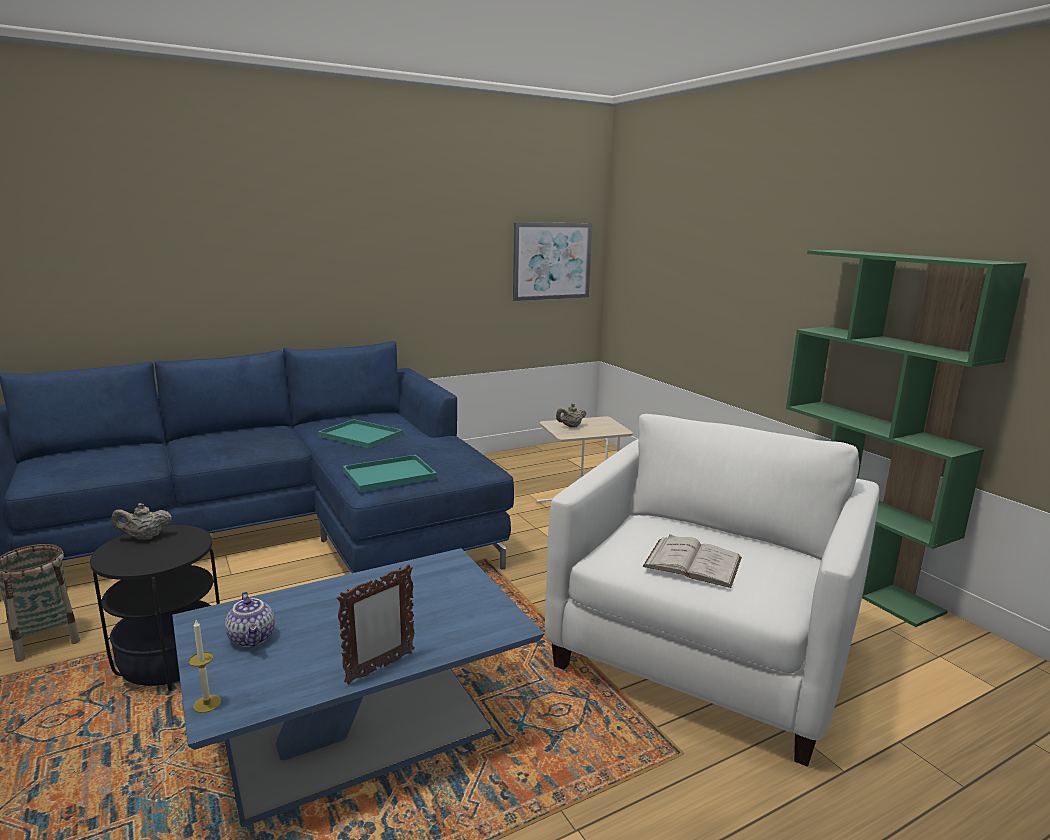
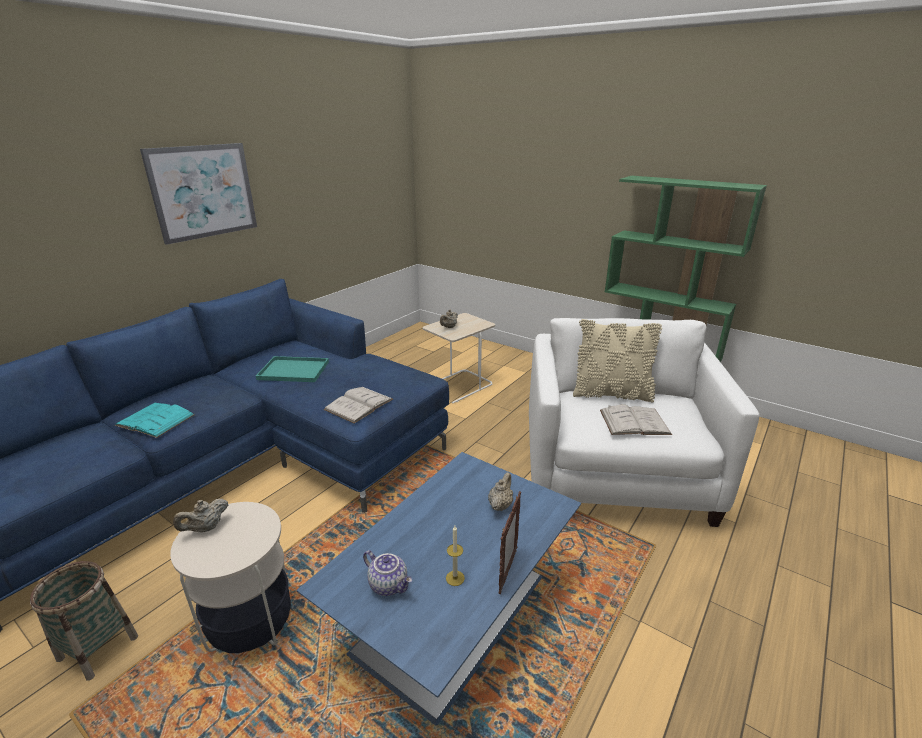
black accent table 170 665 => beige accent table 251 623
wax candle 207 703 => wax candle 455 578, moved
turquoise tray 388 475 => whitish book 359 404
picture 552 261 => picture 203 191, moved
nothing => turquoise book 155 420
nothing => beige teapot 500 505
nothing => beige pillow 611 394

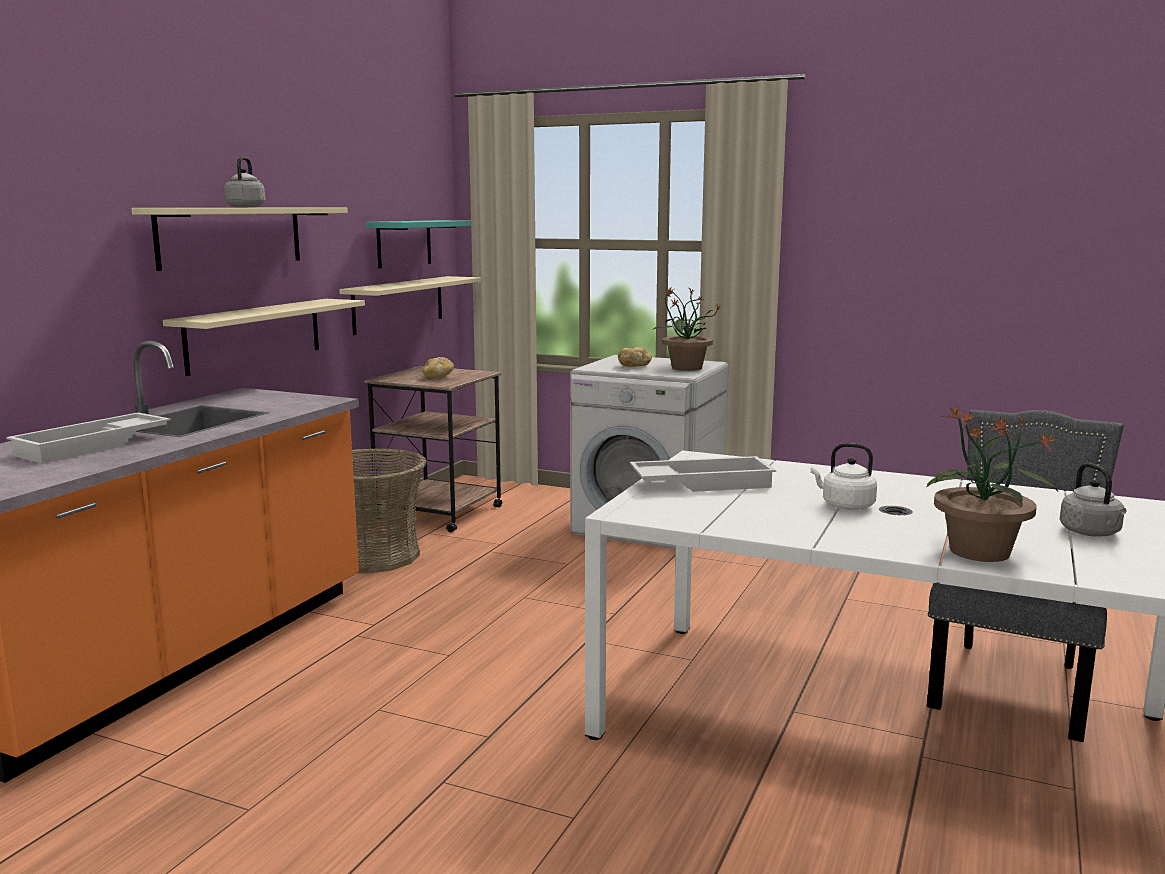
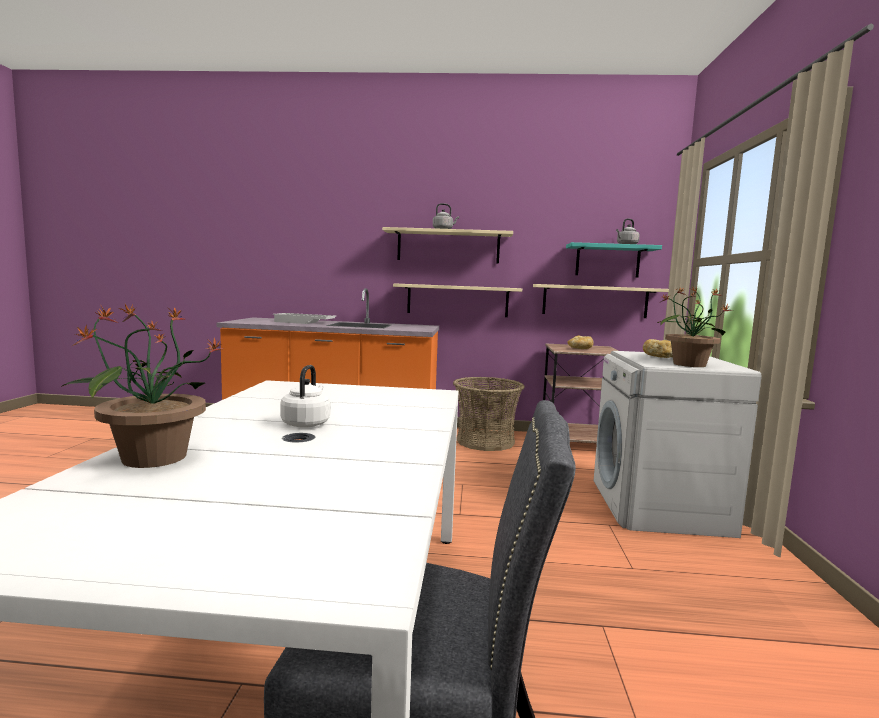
whitish tray 702 483 => nothing
grey tea kettle 1092 533 => grey tea kettle 626 244, moved

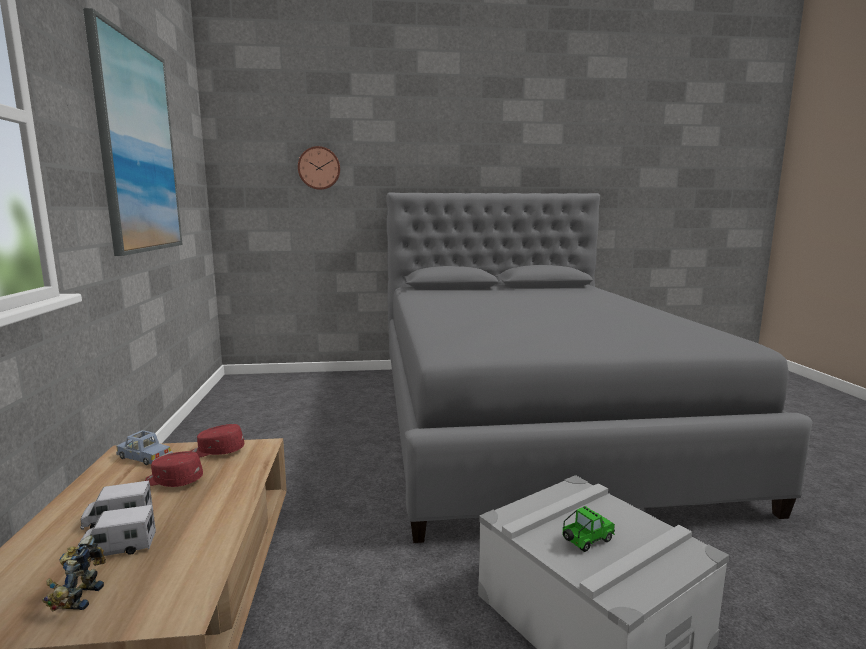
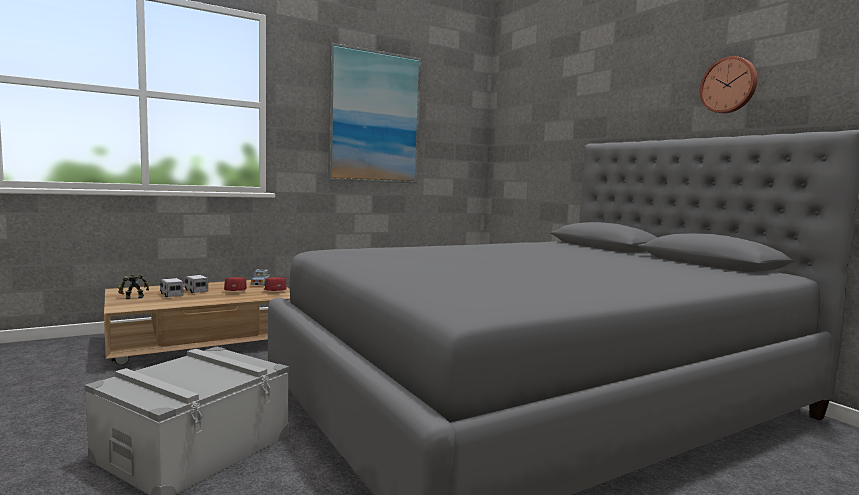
hanging clock 319 168 => hanging clock 729 85, moved
model car 586 541 => nothing

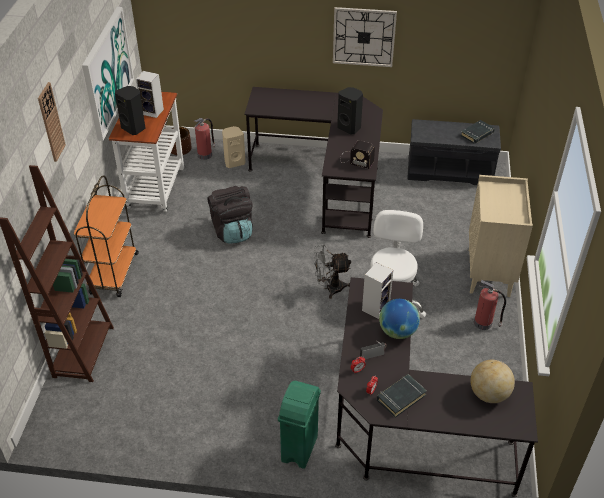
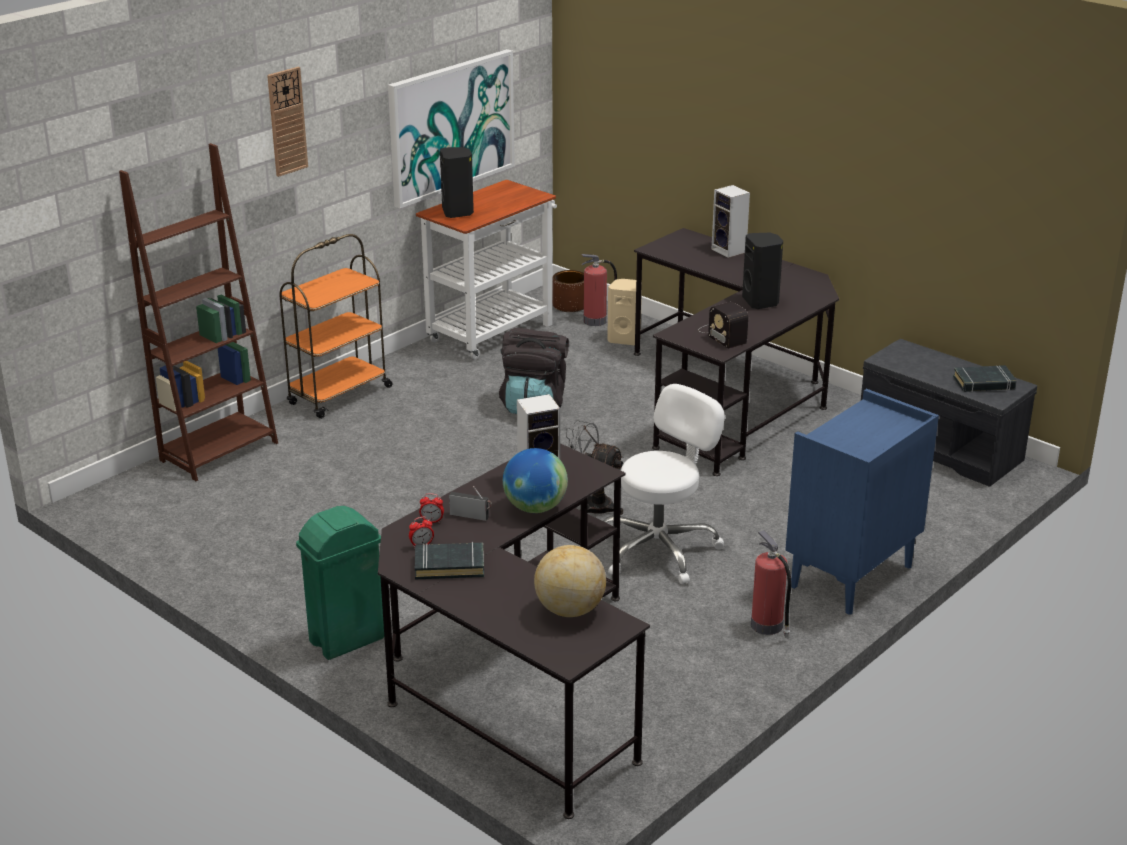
loudspeaker 153 112 => loudspeaker 730 251, moved
hanging clock 364 37 => nothing
beige cupboard 488 273 => bluish cupboard 851 577

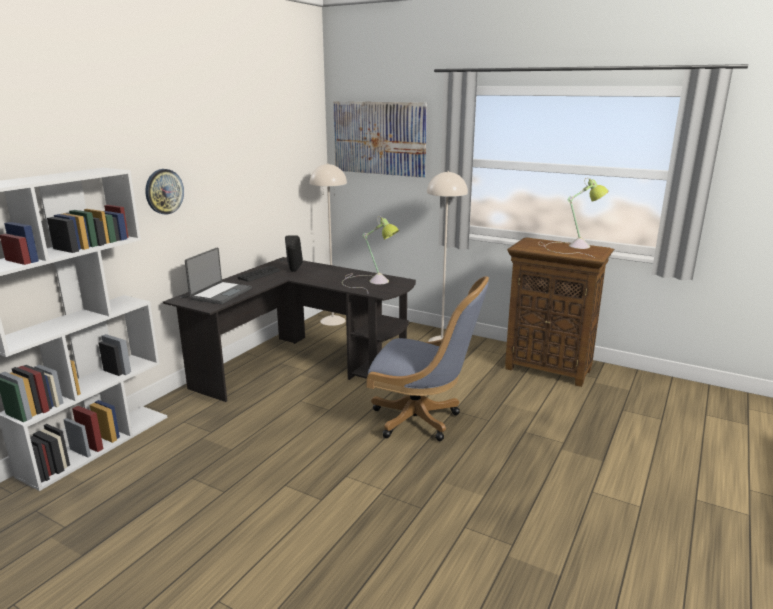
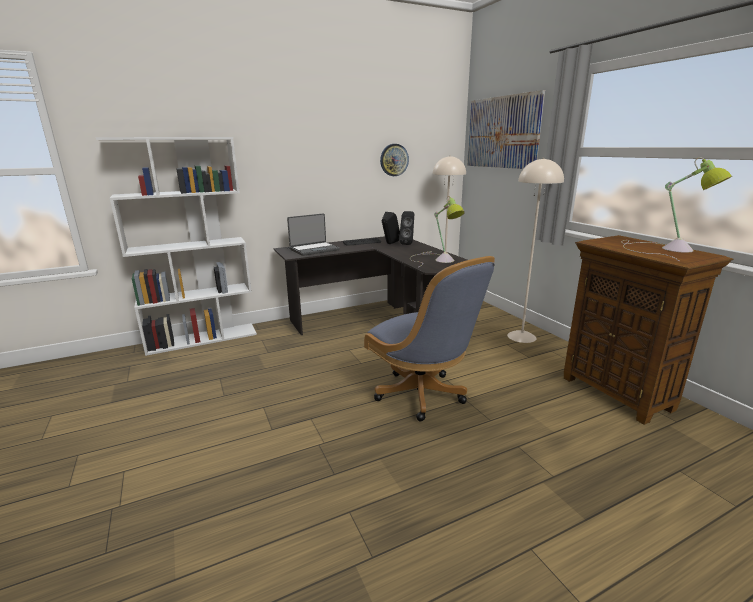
hanging clock 164 191 => hanging clock 394 160, moved
nothing => black loudspeaker 407 244

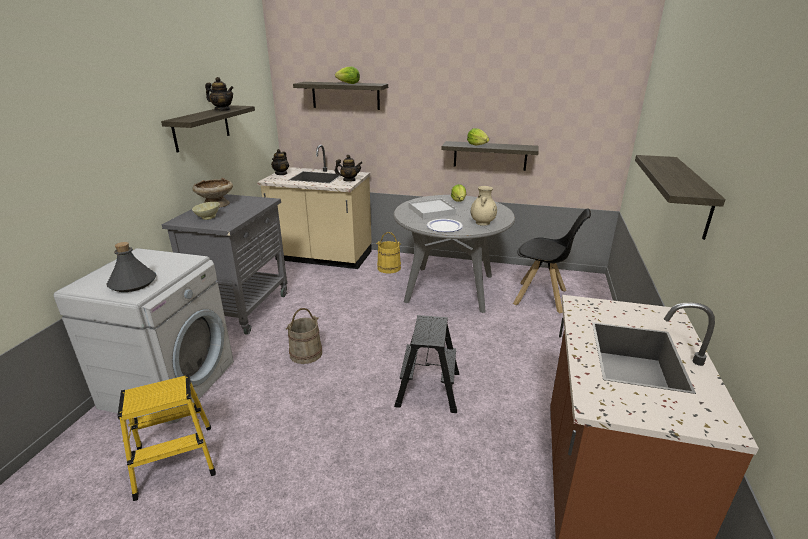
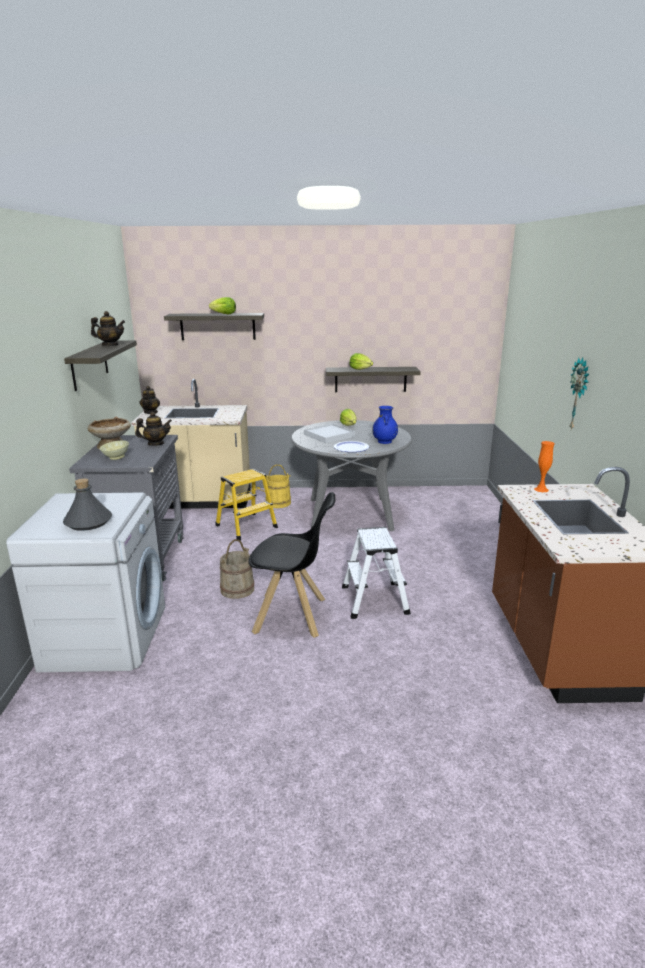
yellowish step stool 175 459 => yellowish step stool 246 526, moved
teapot 349 180 => teapot 155 444, moved
black step stool 428 389 => whitish step stool 374 600
beige vase 482 223 => bluish vase 384 442
black upright chair 542 297 => black upright chair 292 615, moved
shelf 691 196 => hanging clock 579 394
nothing => orange-coloured vase 541 489

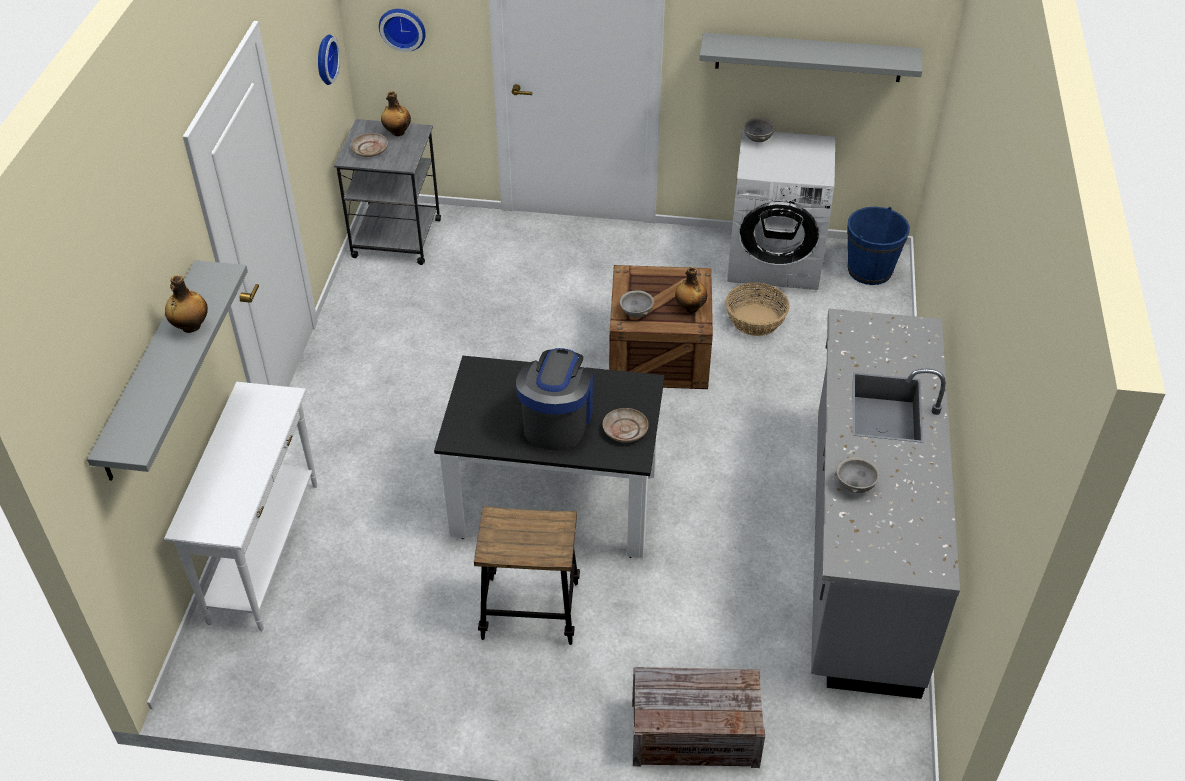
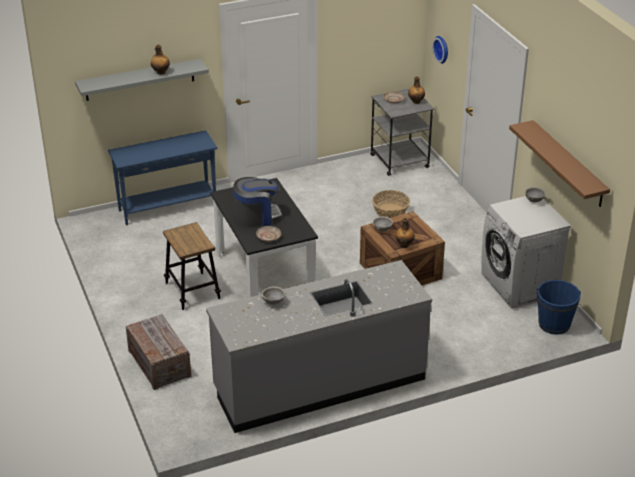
whitish hall table 263 550 => bluish hall table 168 207
hanging clock 324 59 => nothing
grey shelf 808 57 => brown shelf 568 164
household basket 755 319 => household basket 390 211, moved

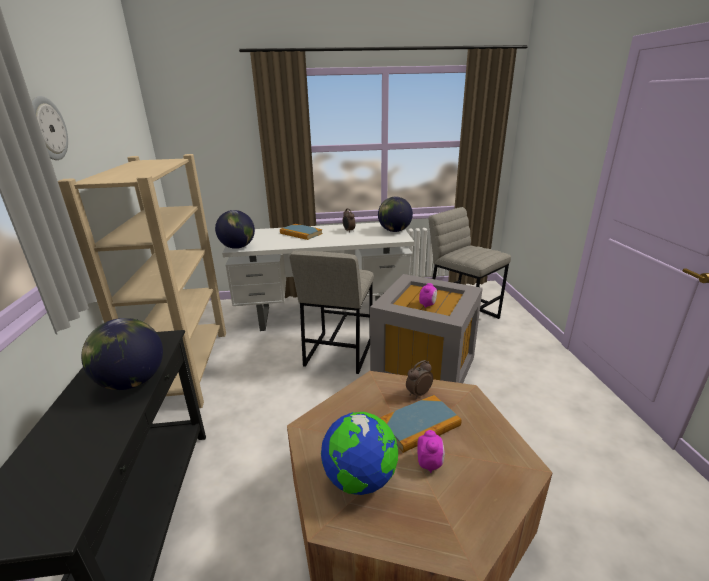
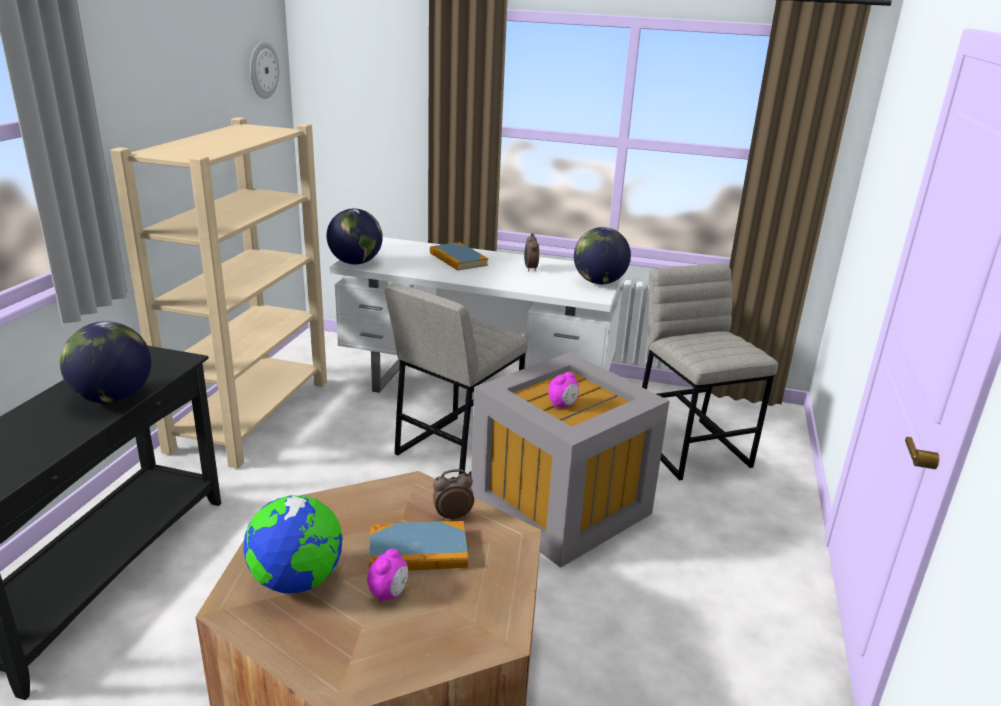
hanging clock 47 129 => hanging clock 263 70, moved

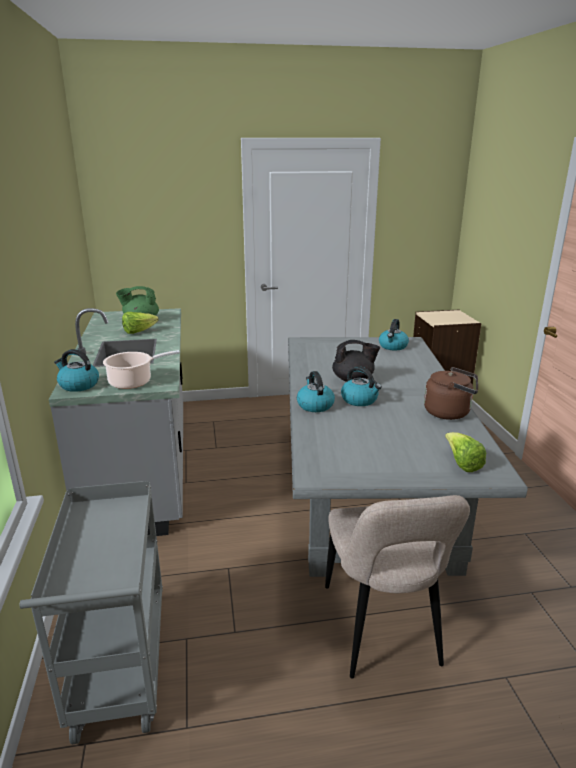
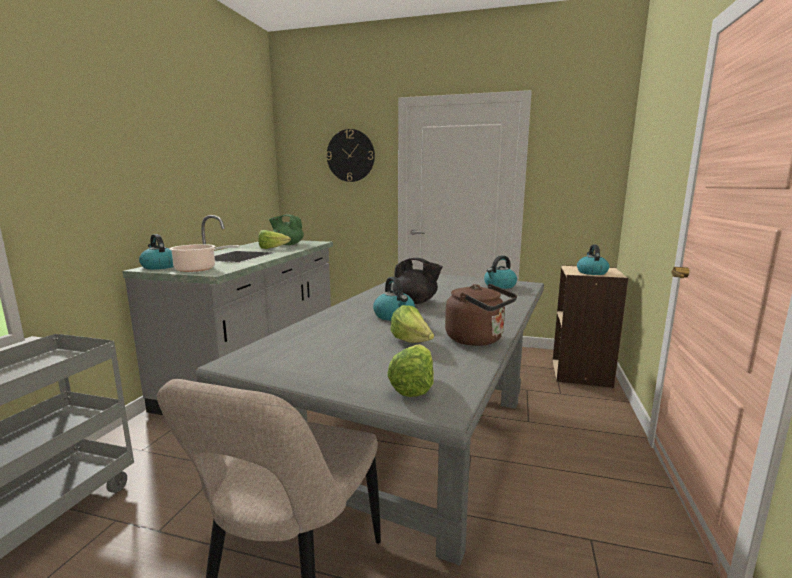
tea kettle 314 405 => tea kettle 591 272, moved
nothing => hanging clock 350 155
nothing => head of lettuce 412 342

